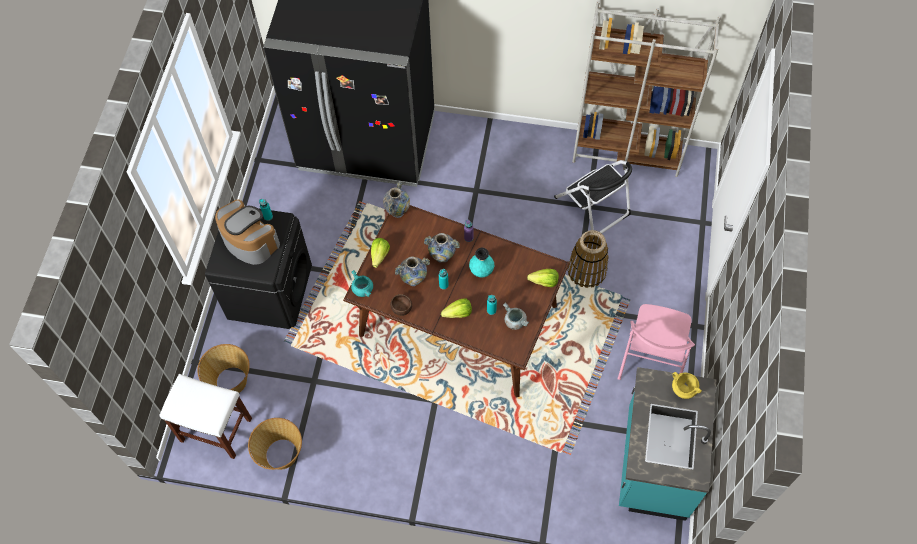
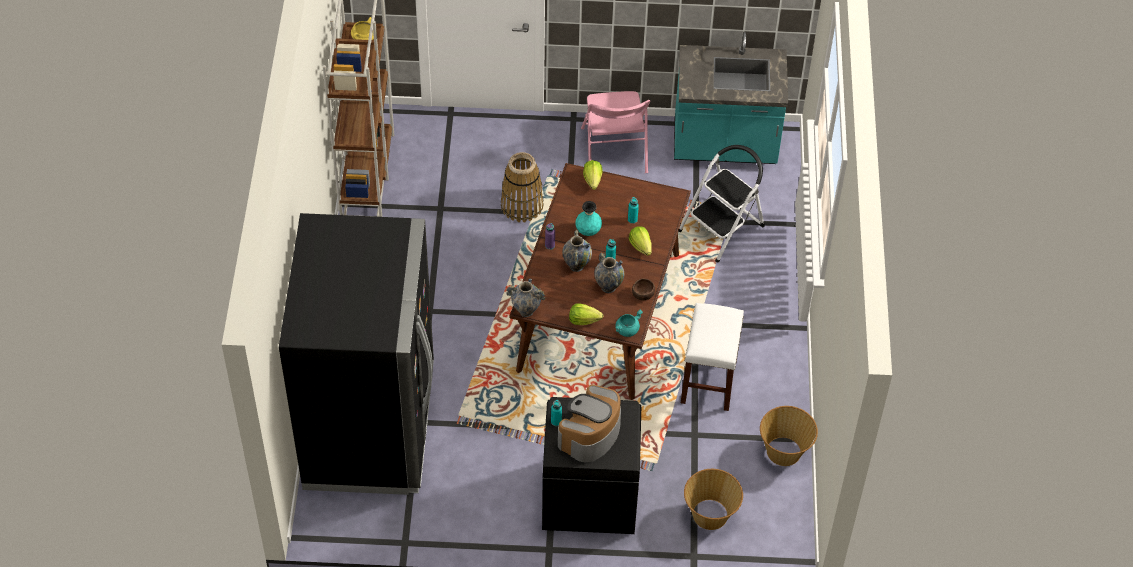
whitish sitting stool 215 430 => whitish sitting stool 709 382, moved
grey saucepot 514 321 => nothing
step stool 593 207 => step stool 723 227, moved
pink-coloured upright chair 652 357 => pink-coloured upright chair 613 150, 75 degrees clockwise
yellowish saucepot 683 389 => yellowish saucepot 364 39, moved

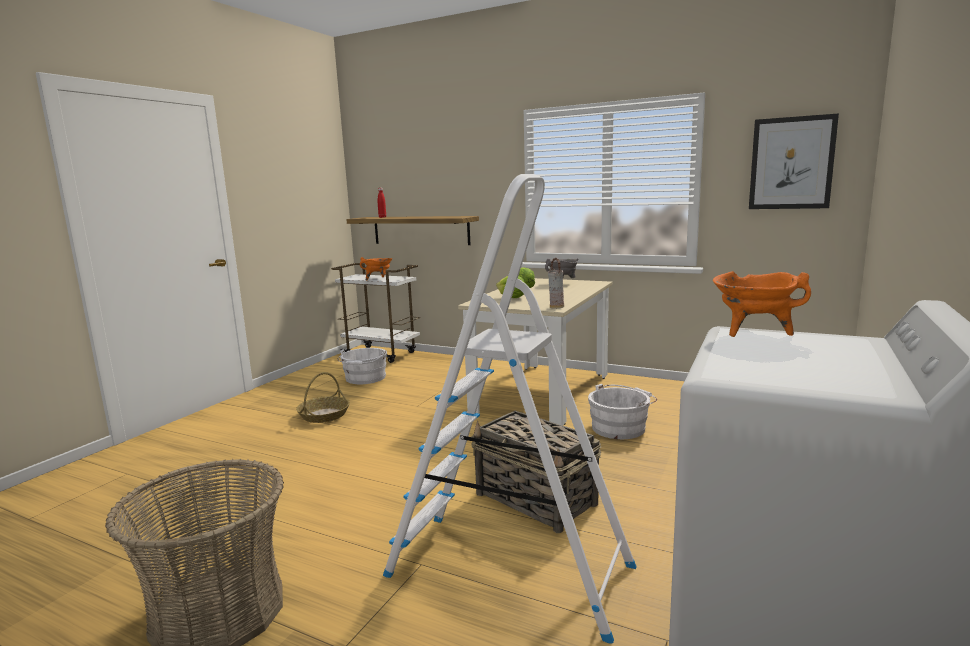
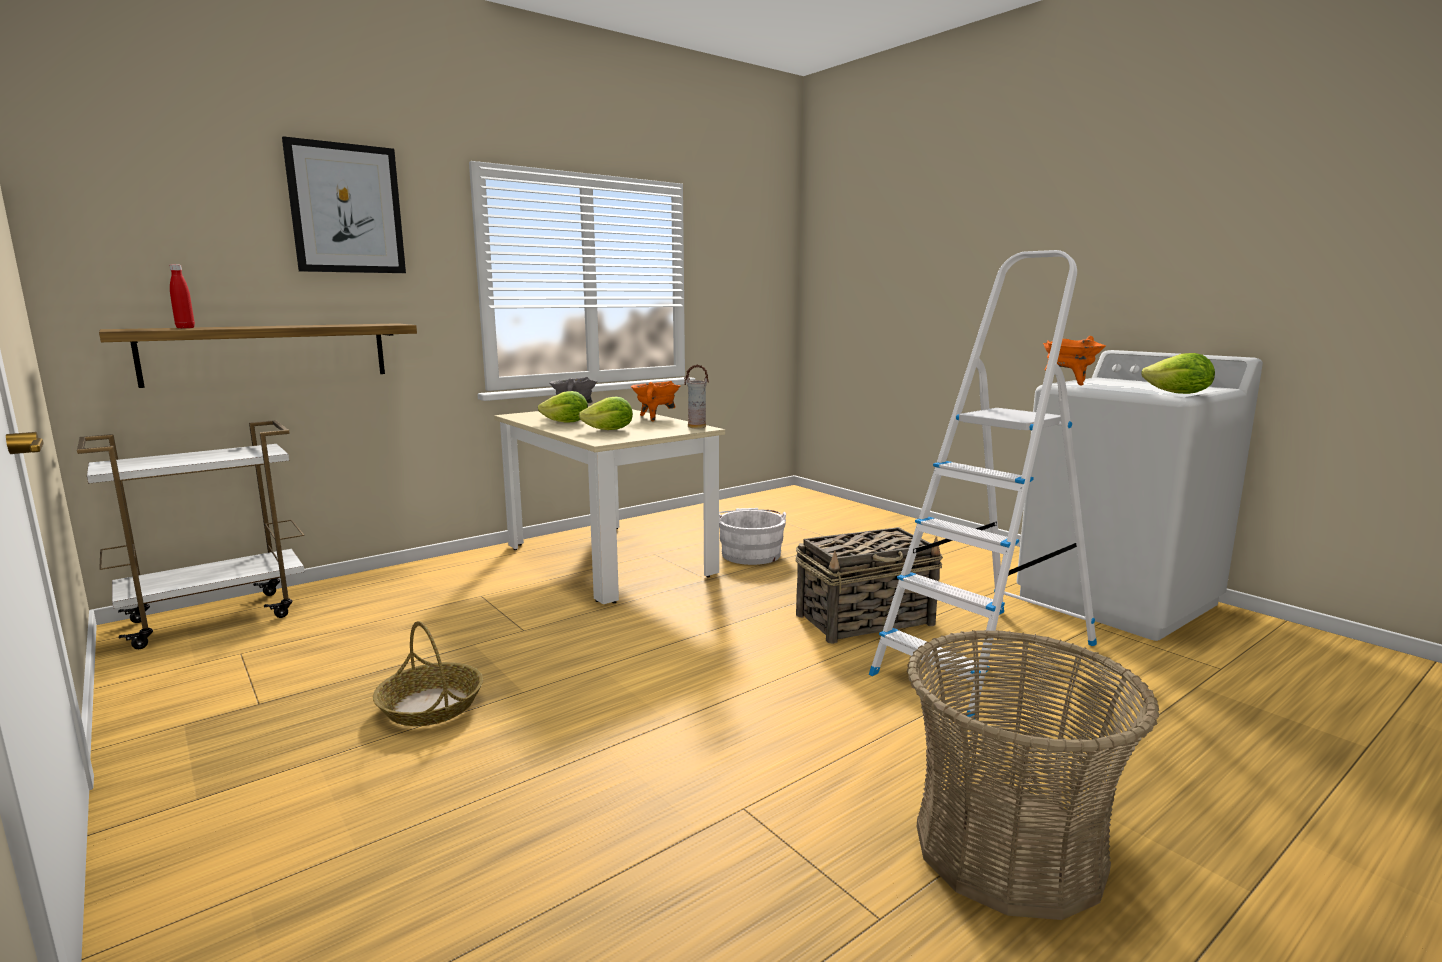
whitish pail 364 378 => nothing
orange-coloured saucepot 378 279 => orange-coloured saucepot 655 418, moved
picture 791 163 => picture 346 209, moved
nothing => head of lettuce 1178 394

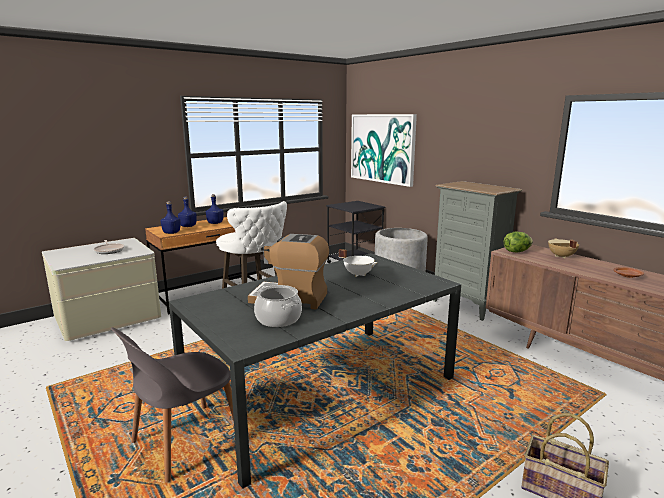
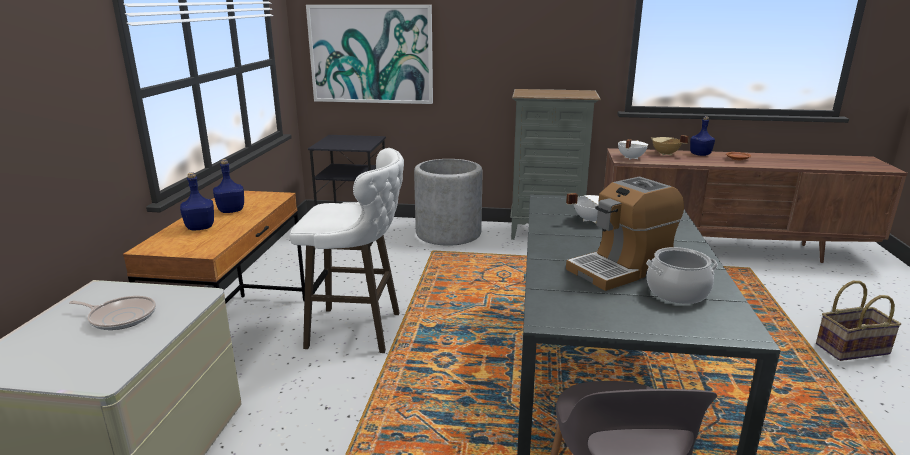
bluish drink bottle 171 233 => bluish drink bottle 700 154, moved
head of lettuce 516 251 => whitish saucepot 630 158

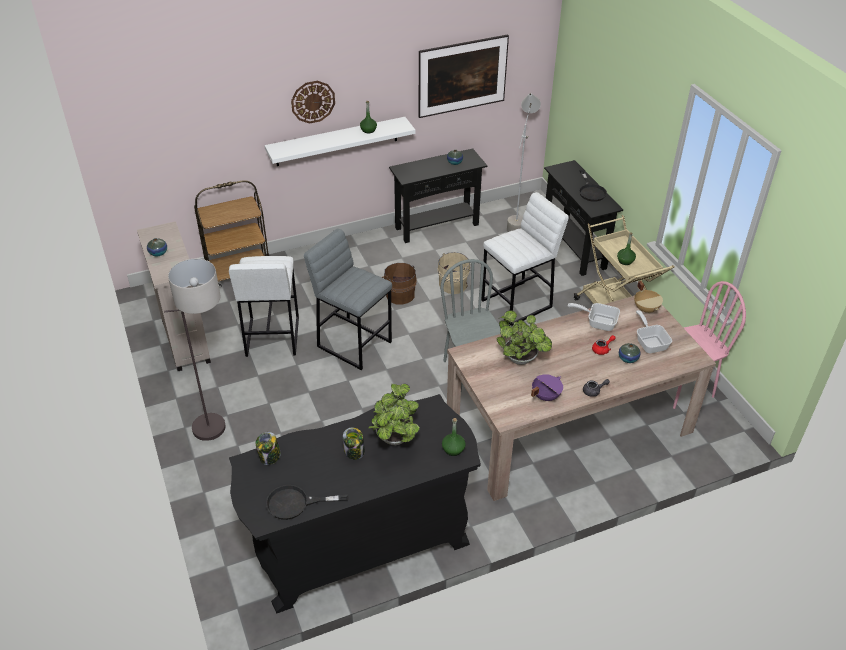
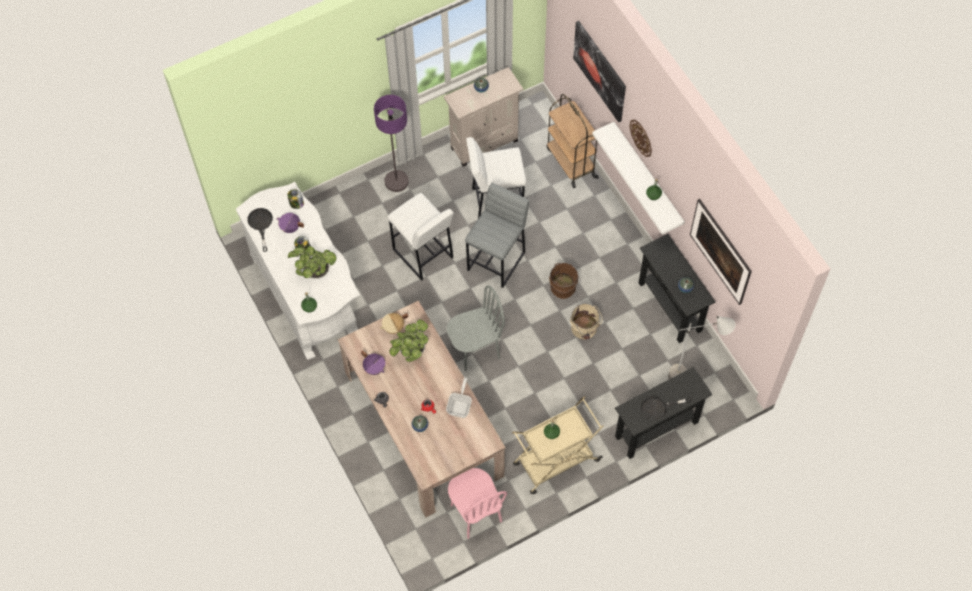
grey standard lamp 219 426 => purple-coloured standard lamp 398 187
black drawer chest 359 539 => whitish drawer chest 307 292
whitish sitting stool 518 303 => whitish sitting stool 424 254, moved
beige saucepot 646 309 => beige saucepot 394 328, moved
skillet 650 342 => nothing
nothing => purple-coloured saucepot 290 228
nothing => picture 600 71

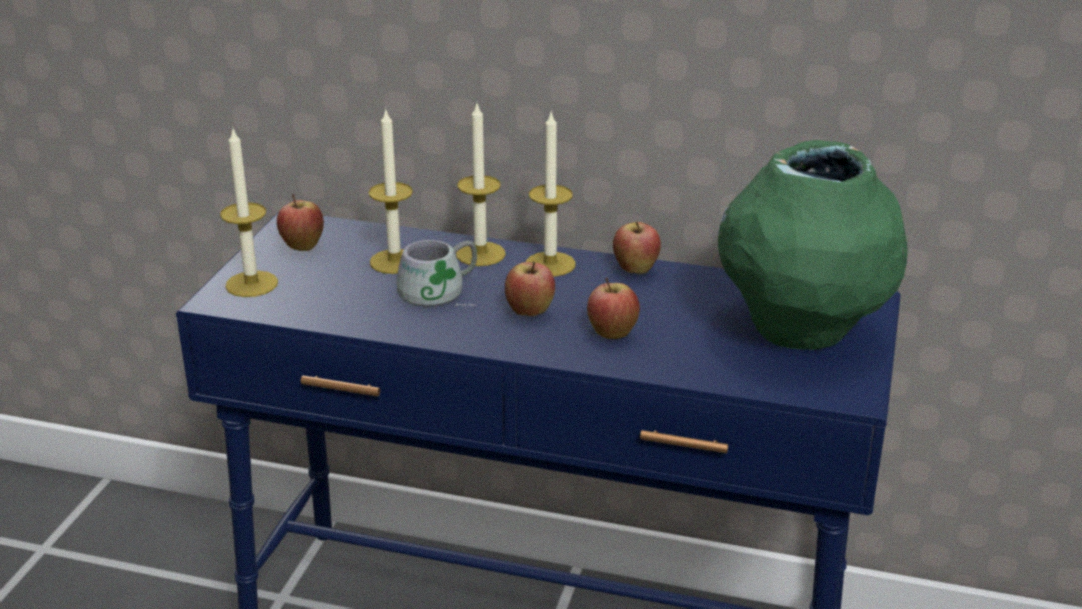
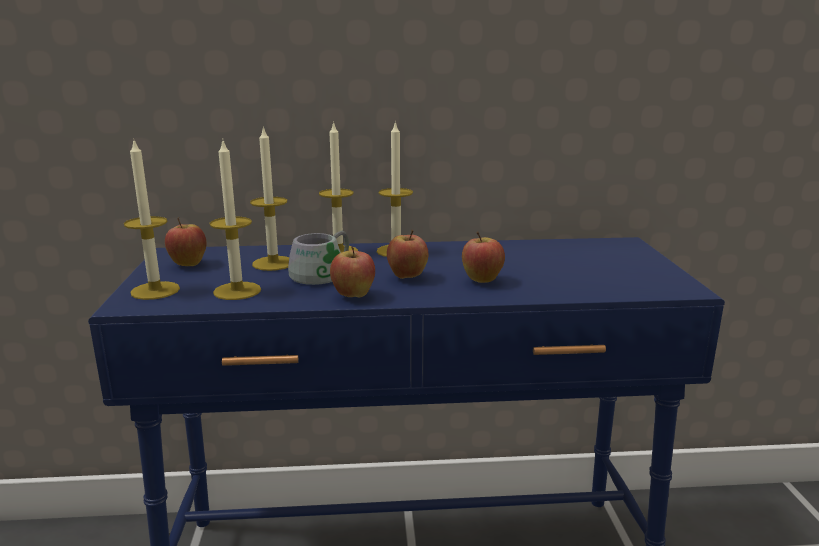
whole apple 635 271 => whole apple 353 296, moved
green vase 801 334 => nothing
nothing => wax candle 237 291

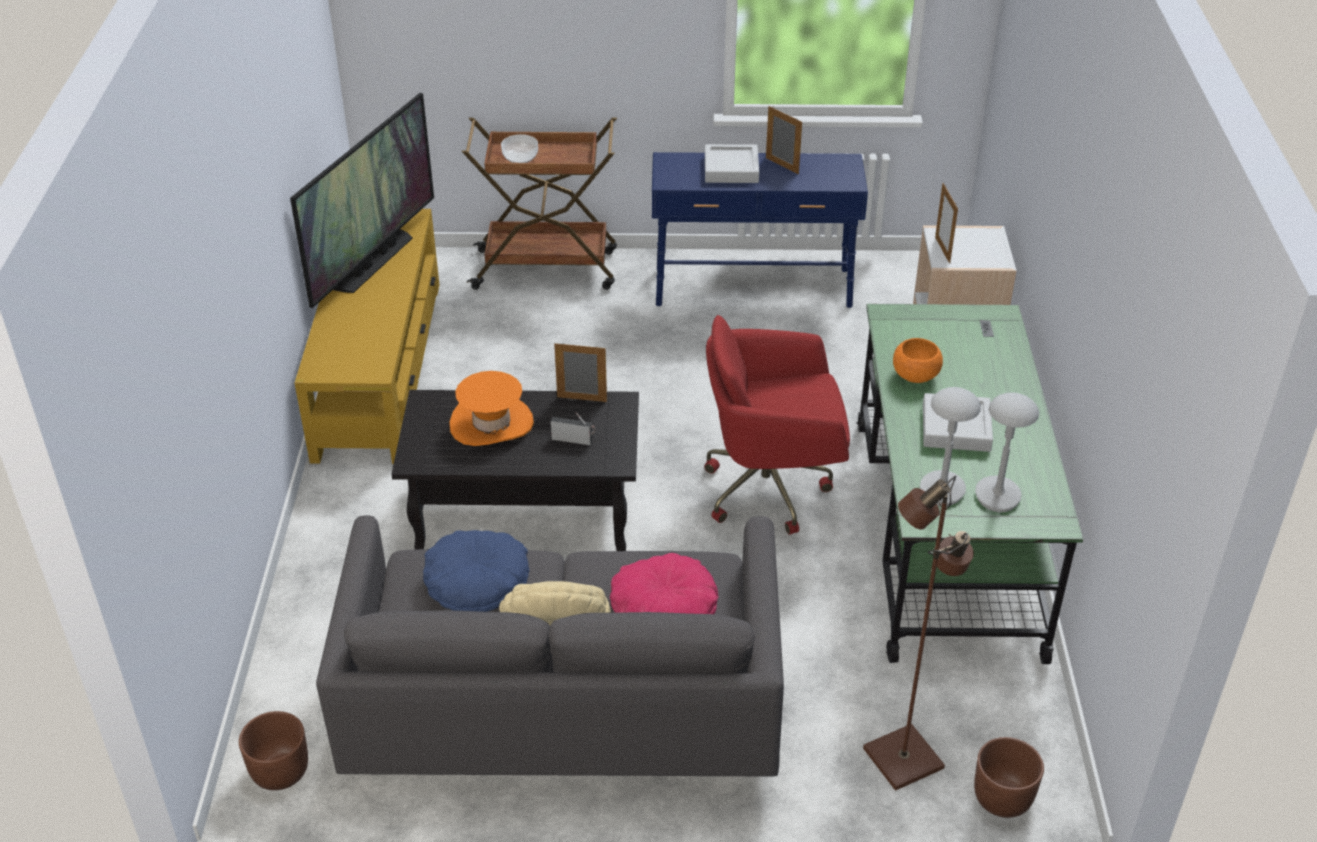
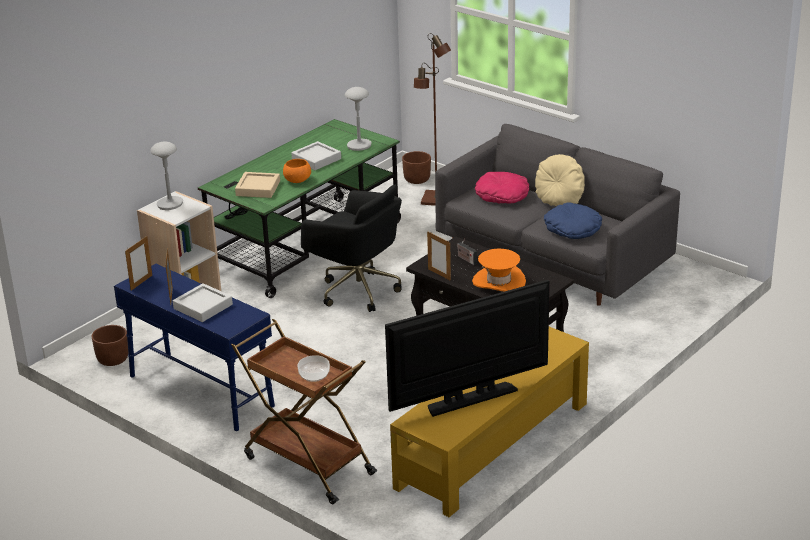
brown flower pot 279 771 => brown flower pot 113 359, moved
reddish computer chair 771 491 => black computer chair 356 291
standing frame 942 250 => standing frame 141 282, moved
grey tabletop lamp 997 496 => grey tabletop lamp 170 204, moved
nothing => beige tray 258 188

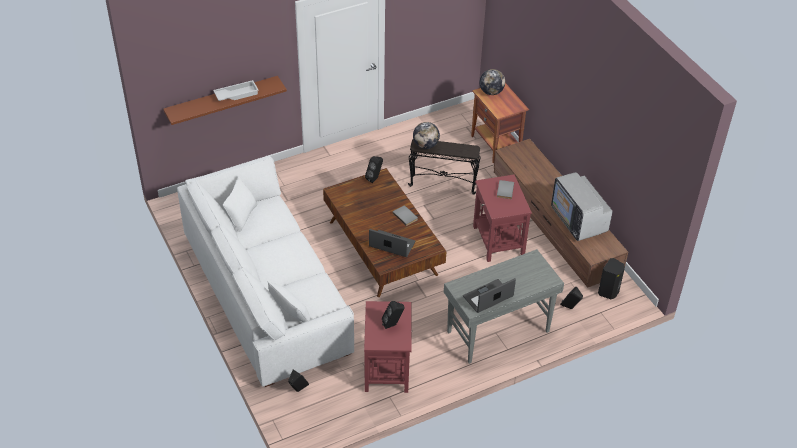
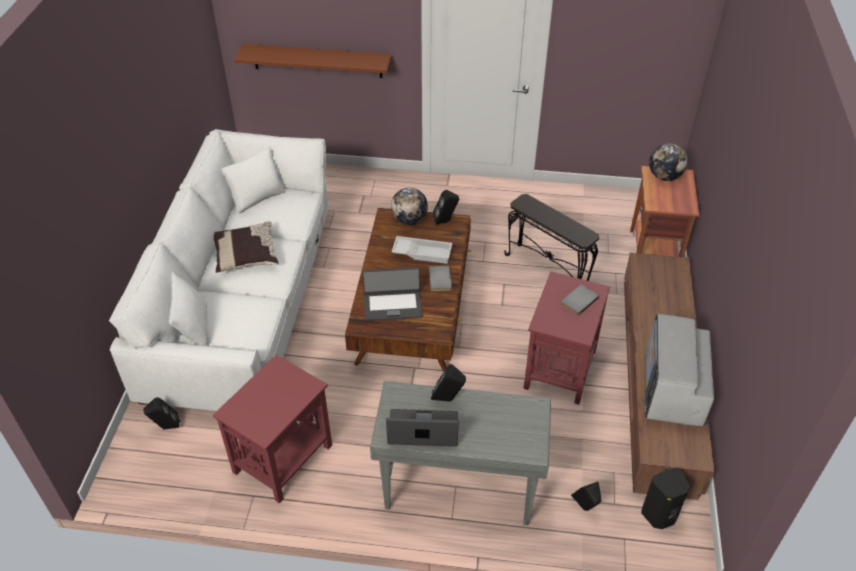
whitish tray 236 94 => whitish tray 423 252, moved
notebook computer 392 245 => notebook computer 392 305, 120 degrees clockwise
black loudspeaker 393 324 => black loudspeaker 448 399, moved
globe 425 145 => globe 409 220, moved
nothing => pillow 246 255

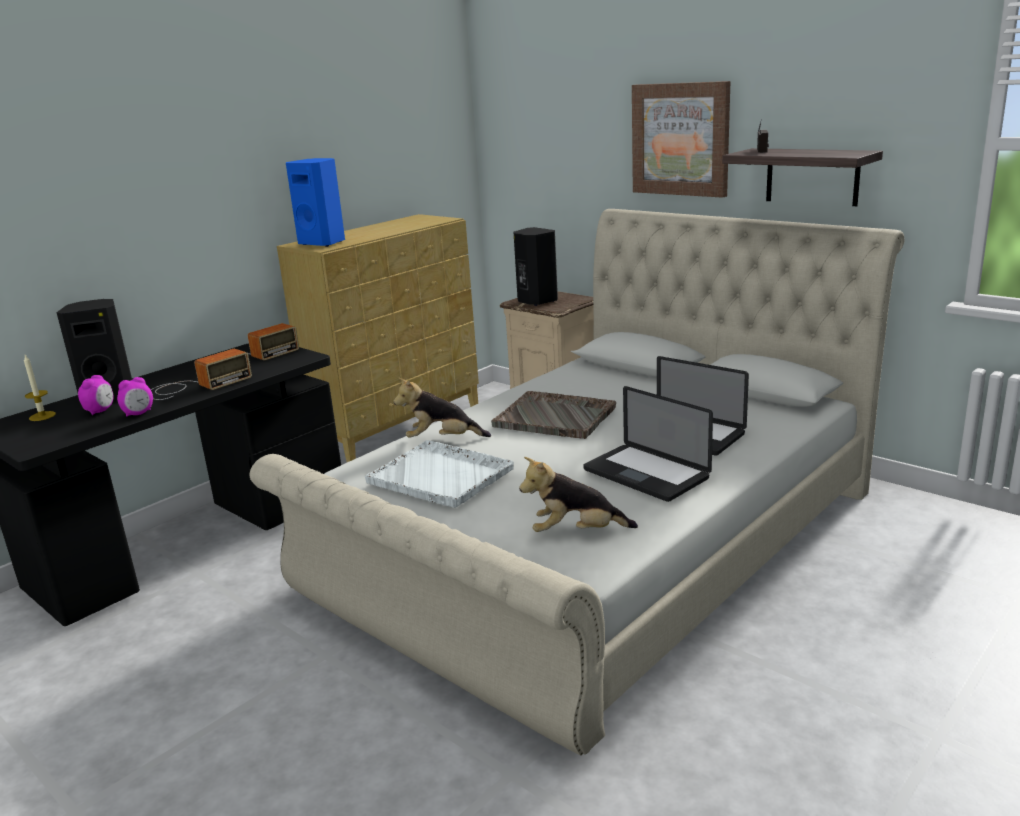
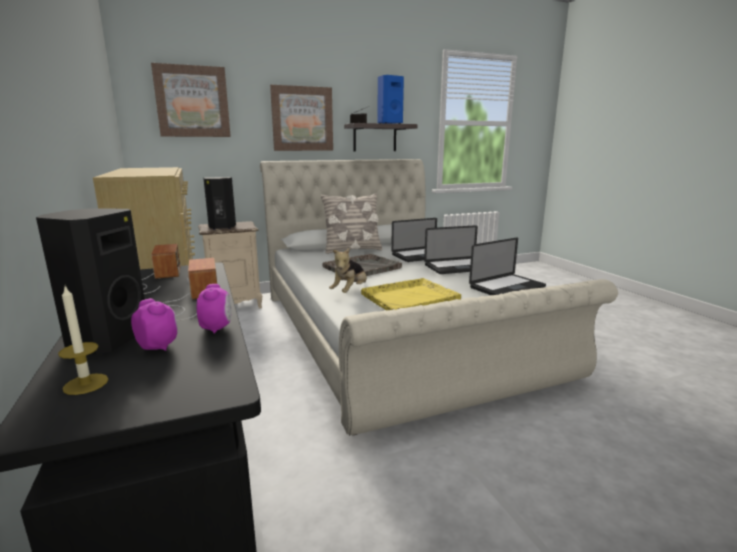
bluish loudspeaker 323 243 => bluish loudspeaker 389 124, moved
whitish tray 441 476 => yellowish tray 411 297
plush toy 576 533 => notebook computer 507 287
nothing => picture 192 102
nothing => beige pillow 352 250

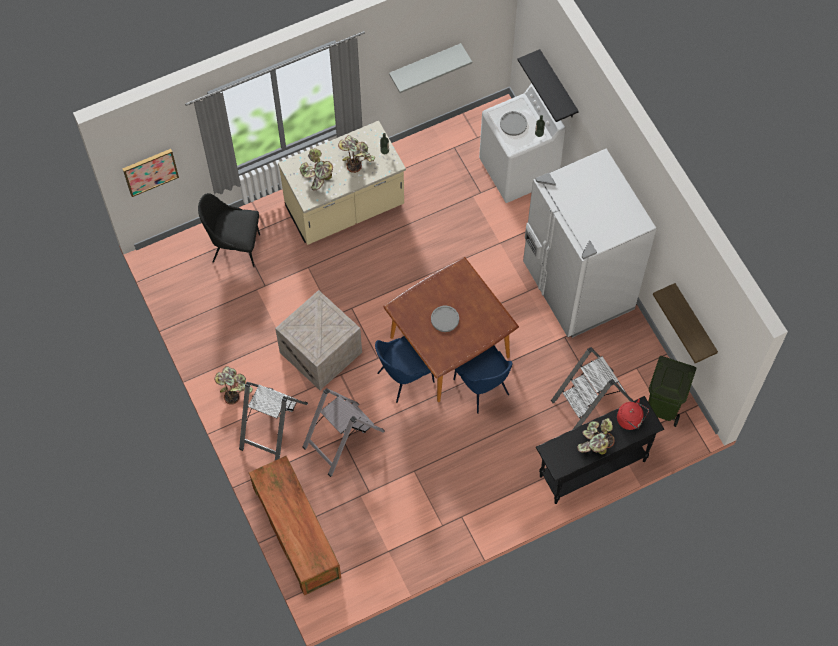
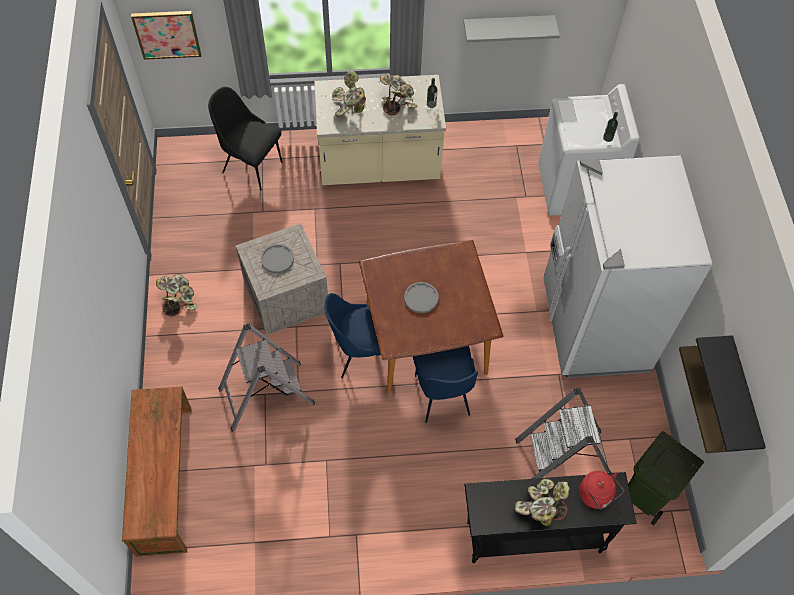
grey step stool 273 426 => nothing
grey plate 513 124 => grey plate 277 259, moved
black shelf 558 86 => black shelf 743 396, moved

